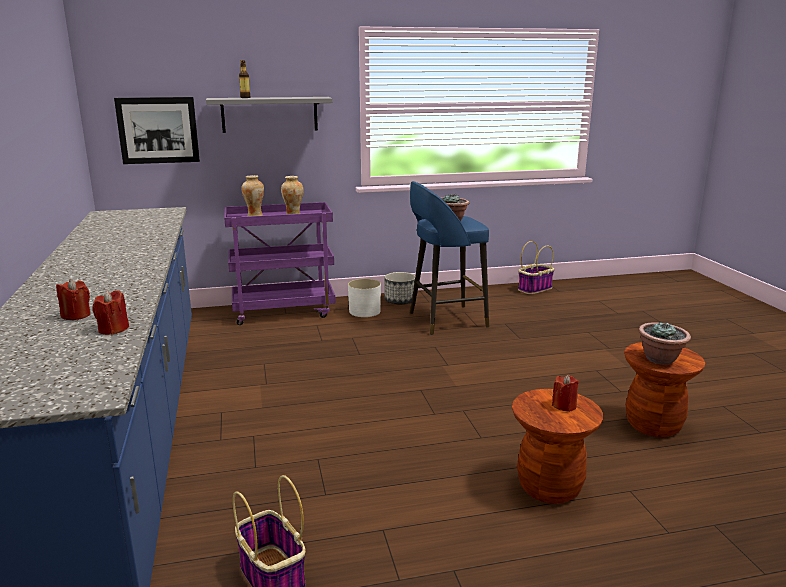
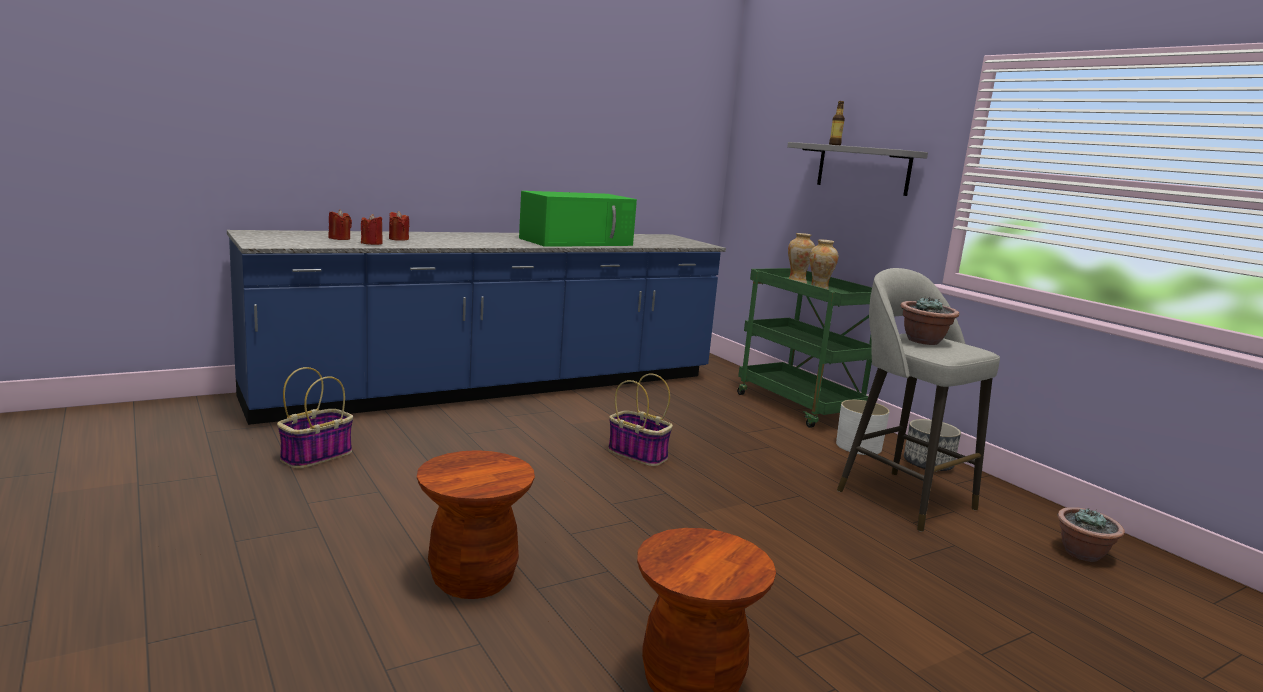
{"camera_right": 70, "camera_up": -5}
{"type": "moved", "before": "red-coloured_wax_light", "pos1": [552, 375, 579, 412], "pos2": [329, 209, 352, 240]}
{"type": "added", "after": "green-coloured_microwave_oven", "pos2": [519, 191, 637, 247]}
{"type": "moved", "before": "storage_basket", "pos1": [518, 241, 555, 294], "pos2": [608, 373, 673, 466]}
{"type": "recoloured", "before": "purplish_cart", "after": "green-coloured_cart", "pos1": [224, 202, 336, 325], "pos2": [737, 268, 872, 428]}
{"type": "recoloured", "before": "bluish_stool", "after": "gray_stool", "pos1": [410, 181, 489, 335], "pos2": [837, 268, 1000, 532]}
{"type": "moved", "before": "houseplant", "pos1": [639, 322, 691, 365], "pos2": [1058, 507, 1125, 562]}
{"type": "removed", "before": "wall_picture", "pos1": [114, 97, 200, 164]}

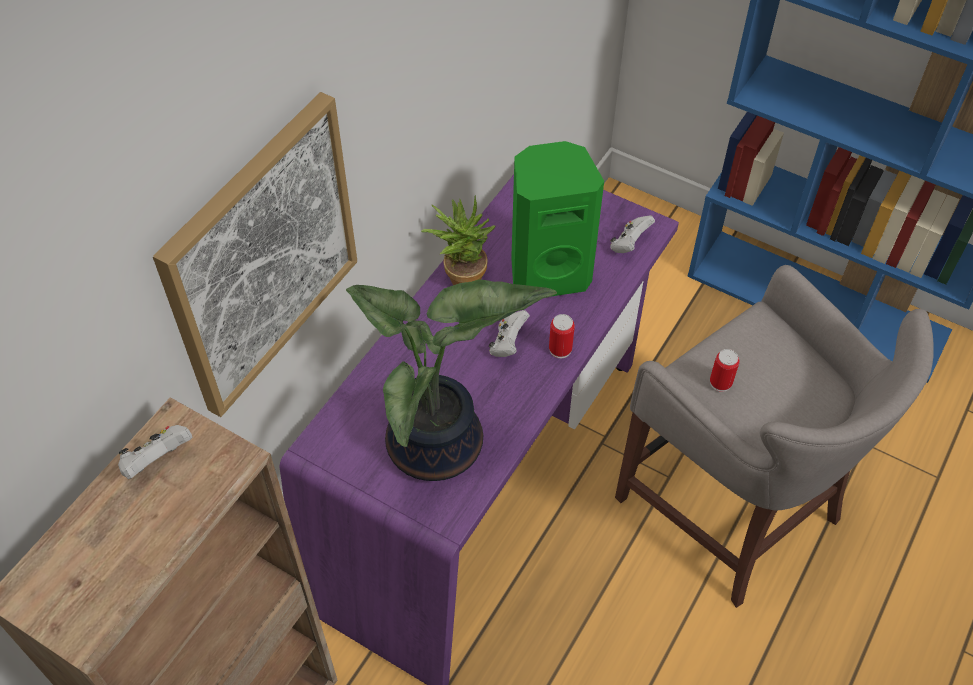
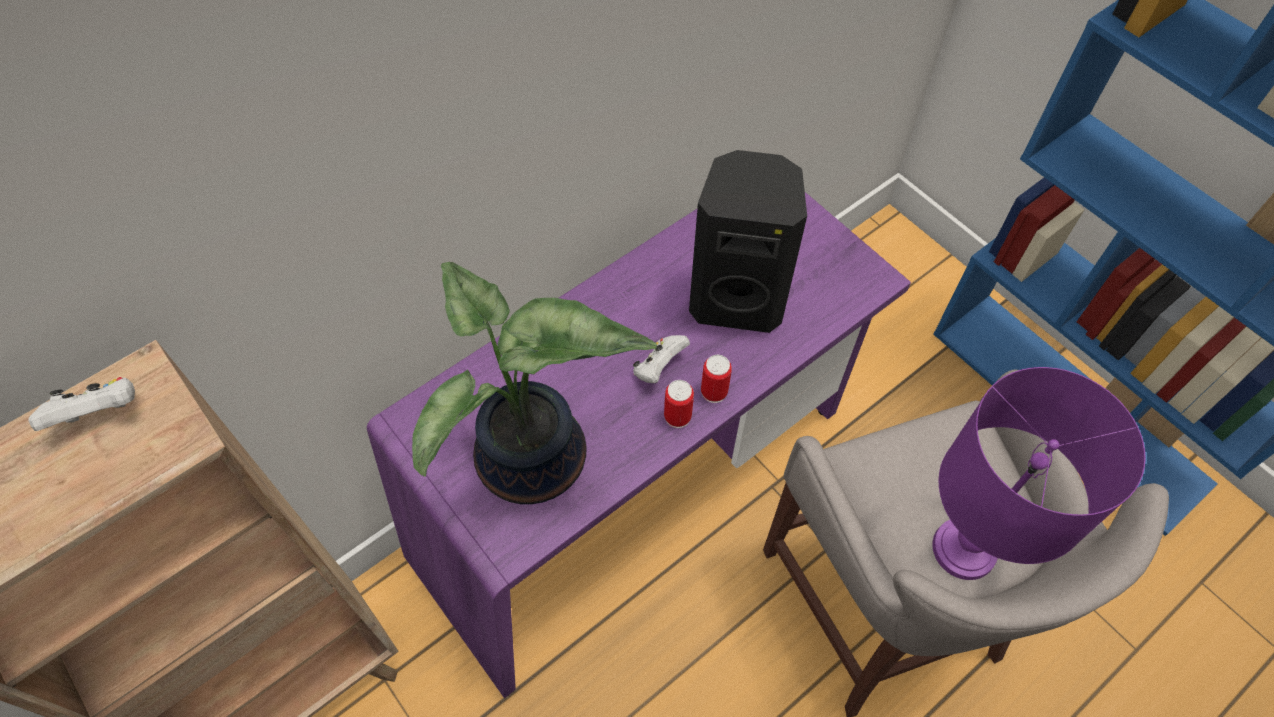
{"camera_right": 20, "camera_up": 5}
{"type": "moved", "before": "sealed_can", "pos1": [710, 349, 740, 392], "pos2": [664, 380, 694, 428]}
{"type": "recoloured", "before": "green-coloured_speaker", "after": "blackish_speaker", "pos1": [511, 141, 604, 296], "pos2": [689, 150, 807, 333]}
{"type": "added", "after": "purplish_lamp_for_a_table", "pos2": [932, 367, 1146, 580]}
{"type": "removed", "before": "wall_picture", "pos1": [153, 92, 357, 417]}
{"type": "removed", "before": "houseplant", "pos1": [421, 195, 496, 285]}
{"type": "removed", "before": "whitish_game_controller", "pos1": [610, 215, 655, 253]}

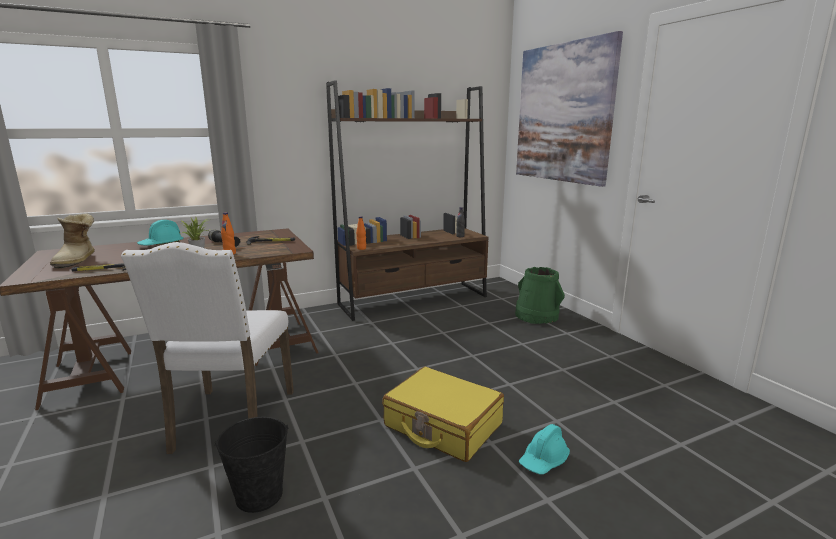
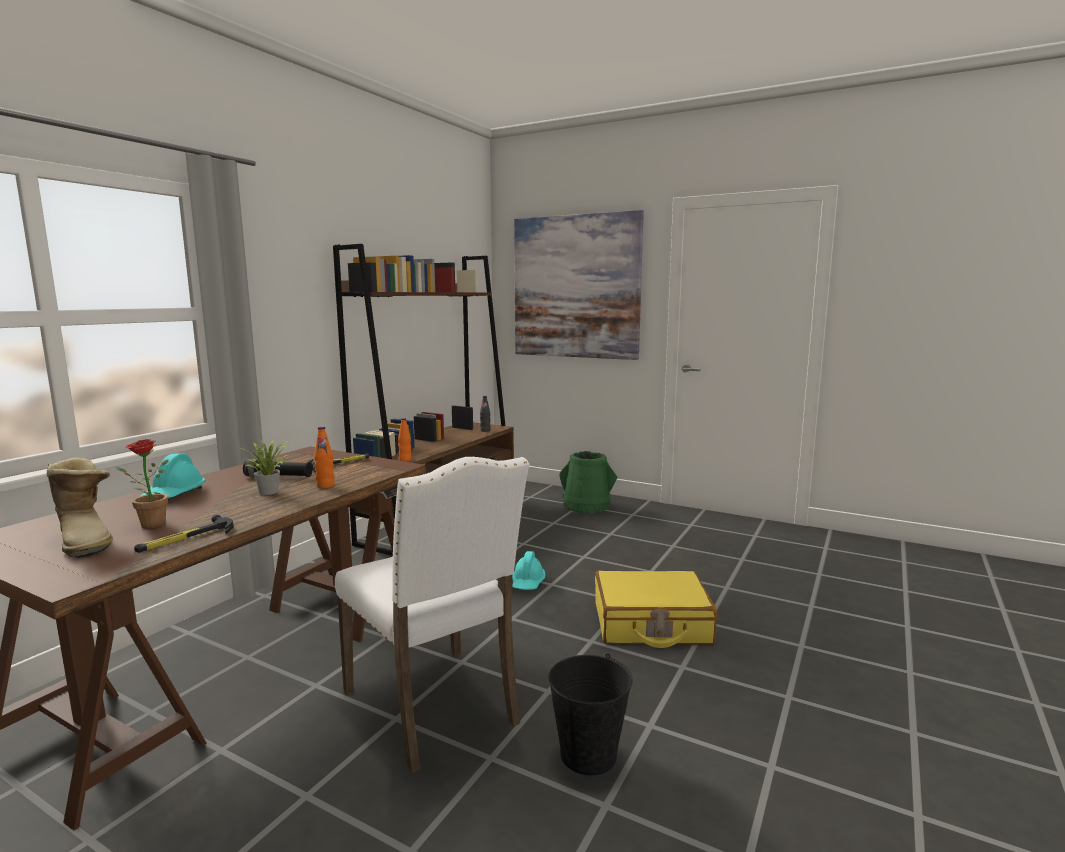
{"camera_right": -35, "camera_up": -5}
{"type": "added", "after": "houseplant", "pos2": [115, 439, 169, 528]}
{"type": "moved", "before": "turquoise-coloured_safety_helmet", "pos1": [519, 424, 570, 475], "pos2": [512, 551, 545, 590]}

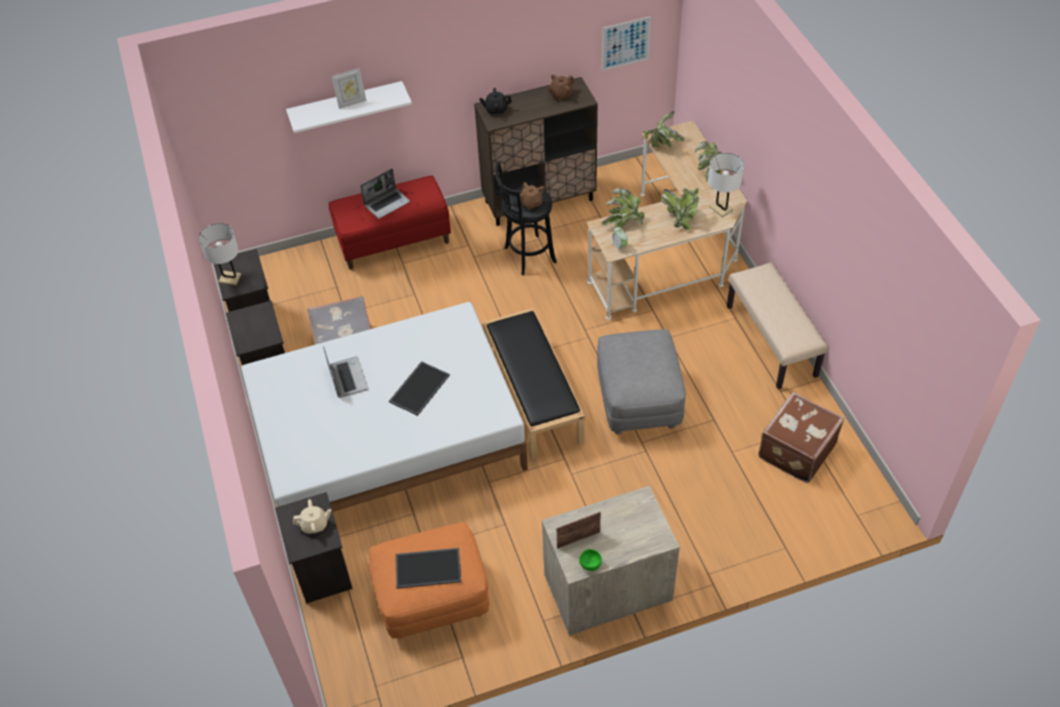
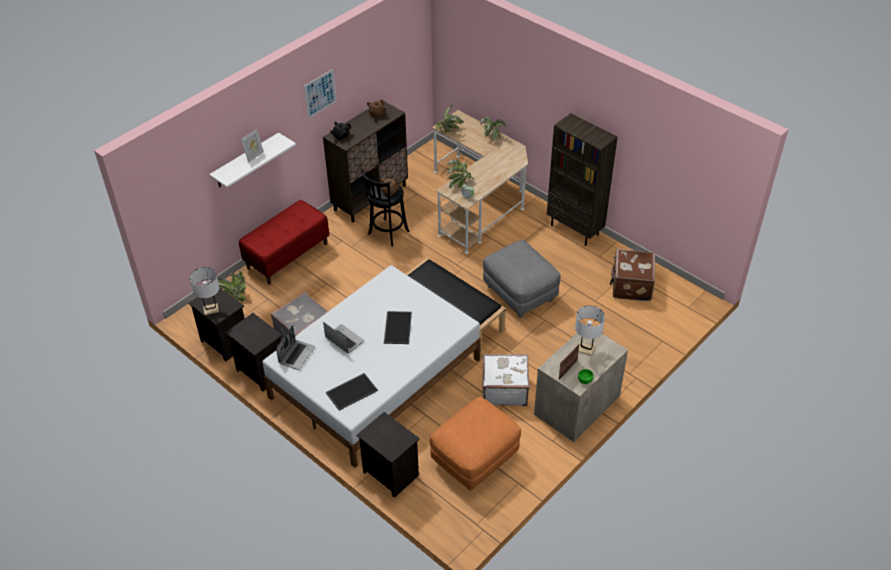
{"camera_right": -30, "camera_up": -5}
{"type": "moved", "before": "houseplant", "pos1": [661, 187, 699, 230], "pos2": [218, 271, 247, 301]}
{"type": "moved", "before": "notebook_computer", "pos1": [360, 169, 410, 219], "pos2": [276, 325, 315, 370]}
{"type": "moved", "before": "wall_picture", "pos1": [602, 16, 651, 71], "pos2": [304, 69, 337, 119]}
{"type": "moved", "before": "carrying_tray", "pos1": [395, 548, 461, 589], "pos2": [326, 373, 378, 410]}
{"type": "added", "after": "whitish_travel_case", "pos2": [483, 354, 530, 406]}
{"type": "replaced", "before": "sand-coloured_indoor_bench", "after": "brown-coloured_shelving_unit", "pos1": [727, 262, 828, 389], "pos2": [547, 113, 618, 246]}
{"type": "moved", "before": "whitish_lamp_for_a_table", "pos1": [708, 153, 744, 217], "pos2": [575, 306, 605, 356]}
{"type": "removed", "before": "sand-coloured_tea_pot", "pos1": [293, 499, 331, 534]}

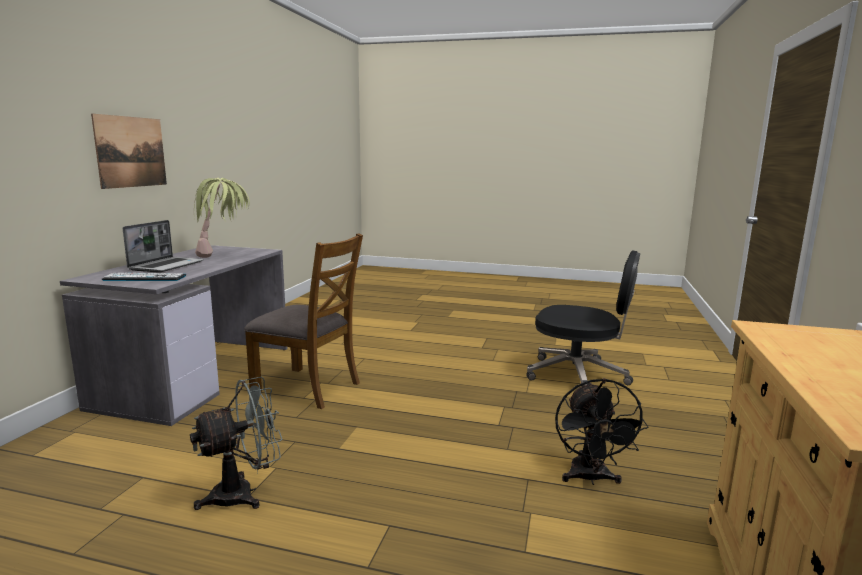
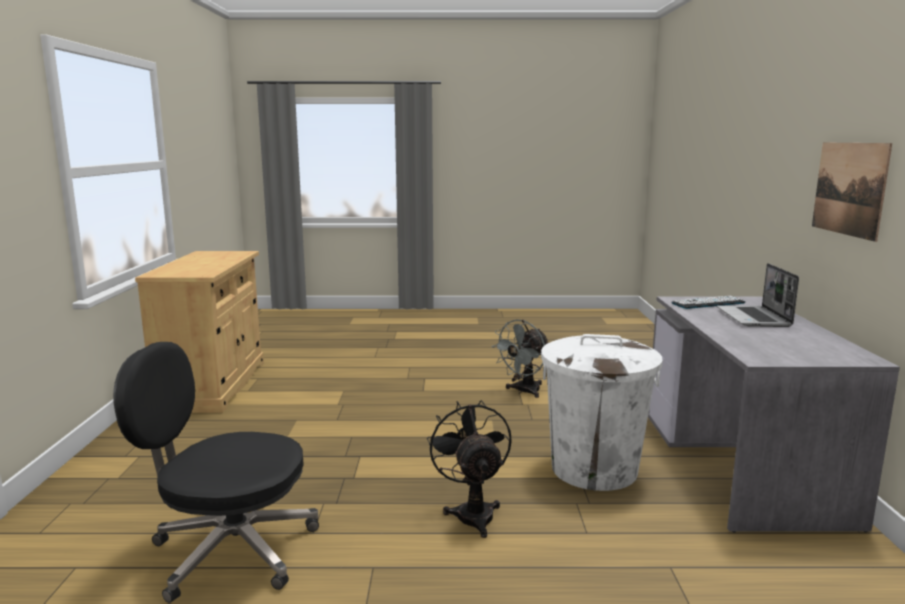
{"camera_right": 165, "camera_up": 0}
{"type": "moved", "before": "blackish_cooling_fan", "pos1": [555, 378, 648, 485], "pos2": [427, 400, 512, 538]}
{"type": "replaced", "before": "brown-coloured_upright_chair", "after": "whitish_rubbish_bin", "pos1": [244, 233, 363, 409], "pos2": [541, 334, 663, 491]}
{"type": "removed", "before": "houseplant", "pos1": [194, 178, 250, 258]}

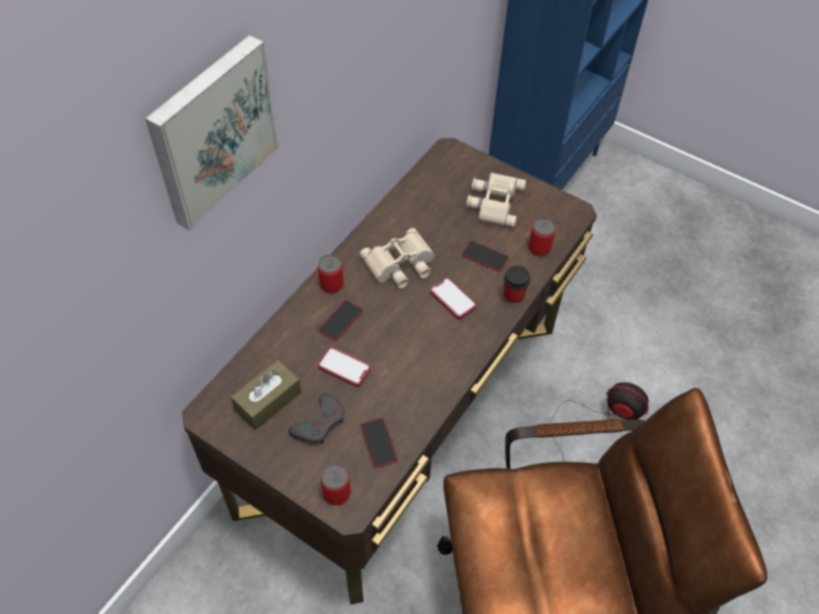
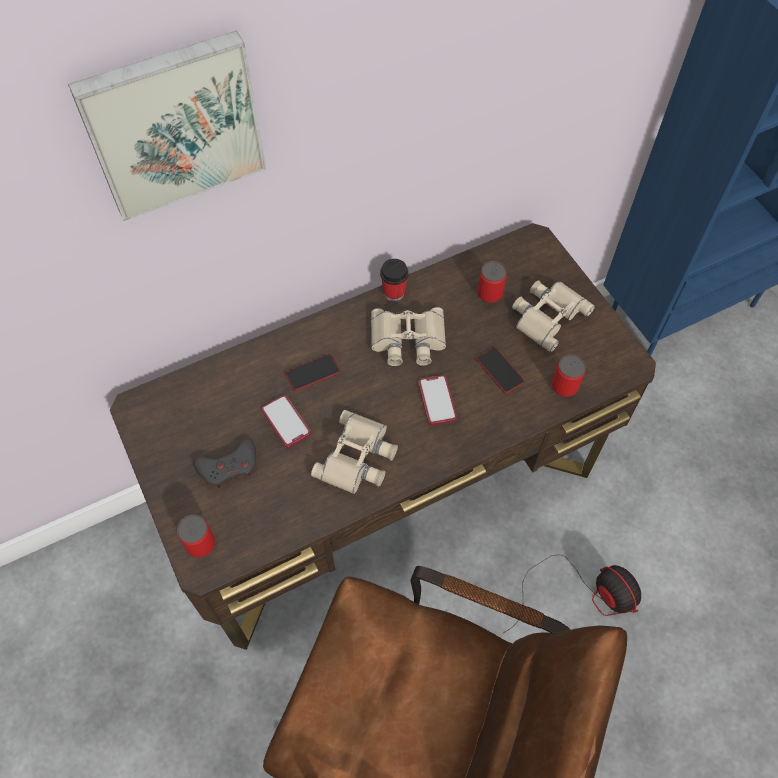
{"camera_right": 30, "camera_up": 5}
{"type": "added", "after": "sand-coloured_pair_of_binoculars", "pos2": [311, 410, 398, 494]}
{"type": "moved", "before": "drinking_cup", "pos1": [504, 266, 531, 305], "pos2": [380, 259, 409, 301]}
{"type": "moved", "before": "sealed_can", "pos1": [318, 255, 344, 294], "pos2": [478, 261, 507, 303]}
{"type": "removed", "before": "brown-coloured_tissue_holder", "pos1": [231, 360, 301, 430]}
{"type": "removed", "before": "telephone", "pos1": [360, 418, 398, 468]}

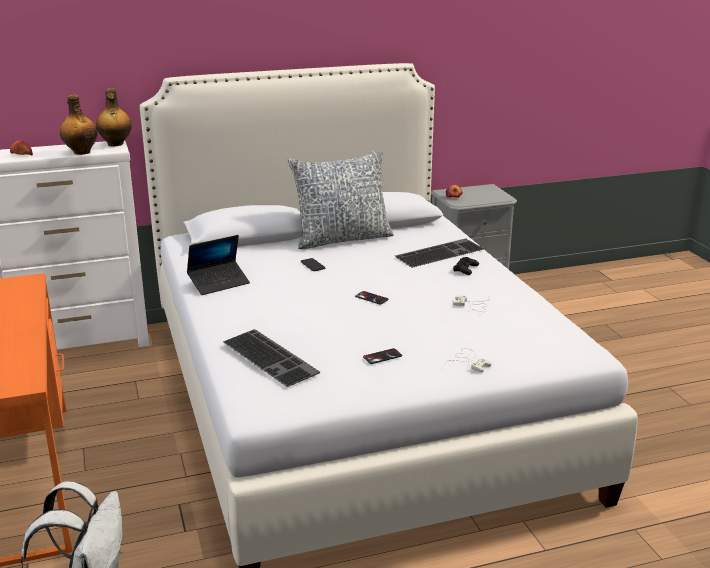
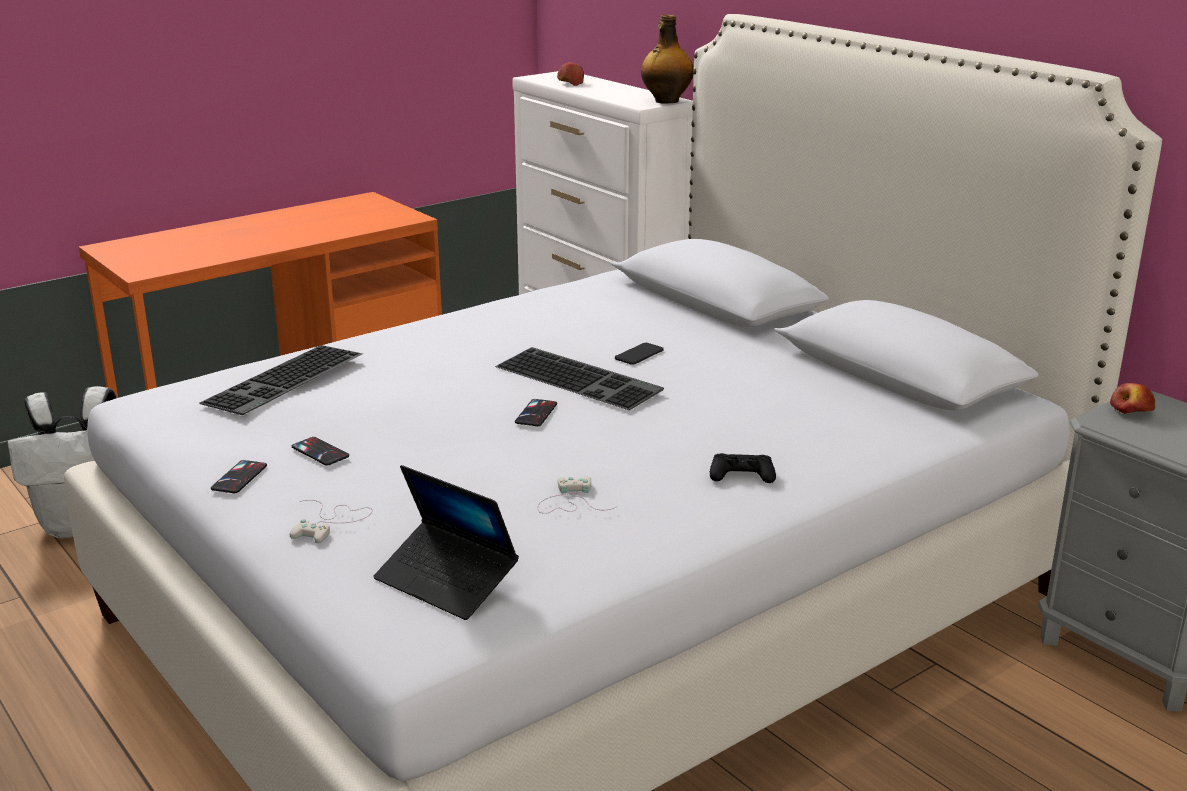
{"camera_right": 70, "camera_up": 0}
{"type": "added", "after": "telephone", "pos2": [211, 460, 267, 493]}
{"type": "moved", "before": "notebook_computer", "pos1": [187, 235, 250, 295], "pos2": [373, 465, 519, 620]}
{"type": "moved", "before": "PC_keyboard", "pos1": [395, 238, 484, 268], "pos2": [495, 347, 664, 410]}
{"type": "removed", "before": "bottle", "pos1": [60, 95, 98, 155]}
{"type": "removed", "before": "throw_pillow", "pos1": [288, 149, 394, 249]}

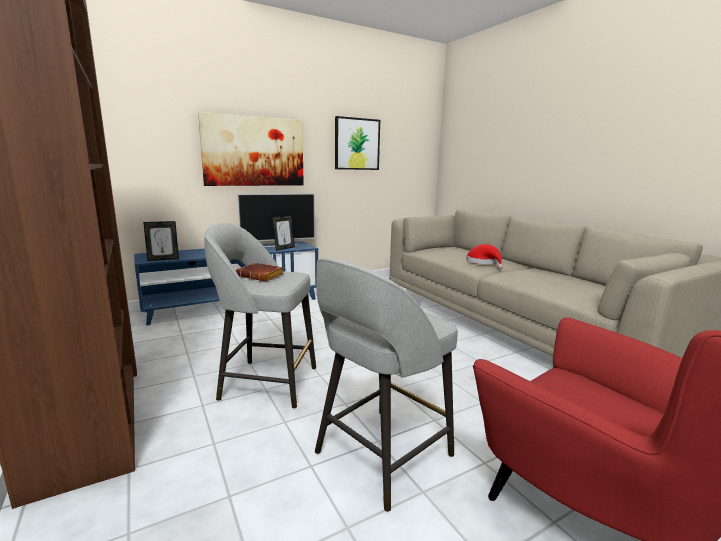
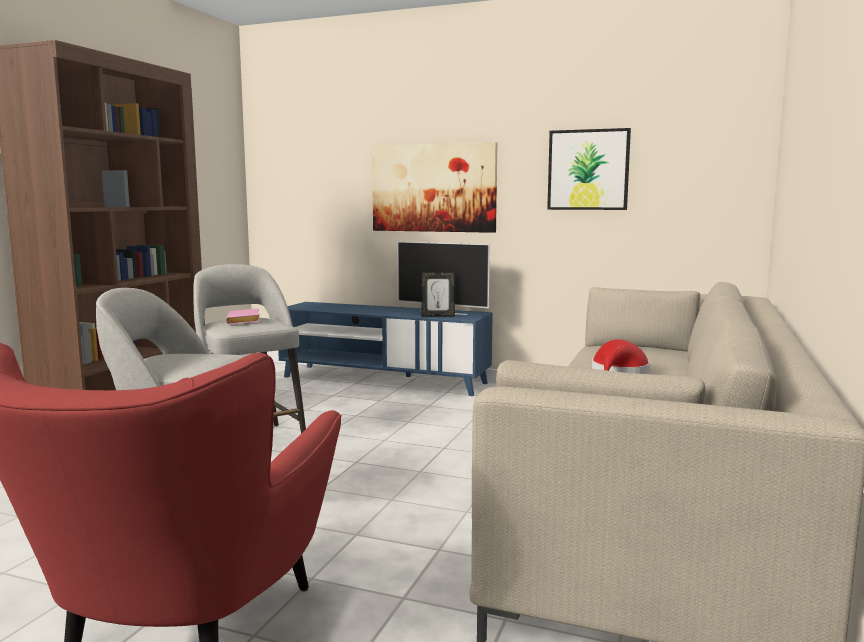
{"camera_right": 50, "camera_up": -5}
{"type": "recoloured", "before": "brown-coloured_bound_book", "after": "pinkish_bound_book", "pos1": [236, 263, 284, 281], "pos2": [226, 308, 260, 324]}
{"type": "removed", "before": "photo_frame", "pos1": [143, 221, 179, 261]}

